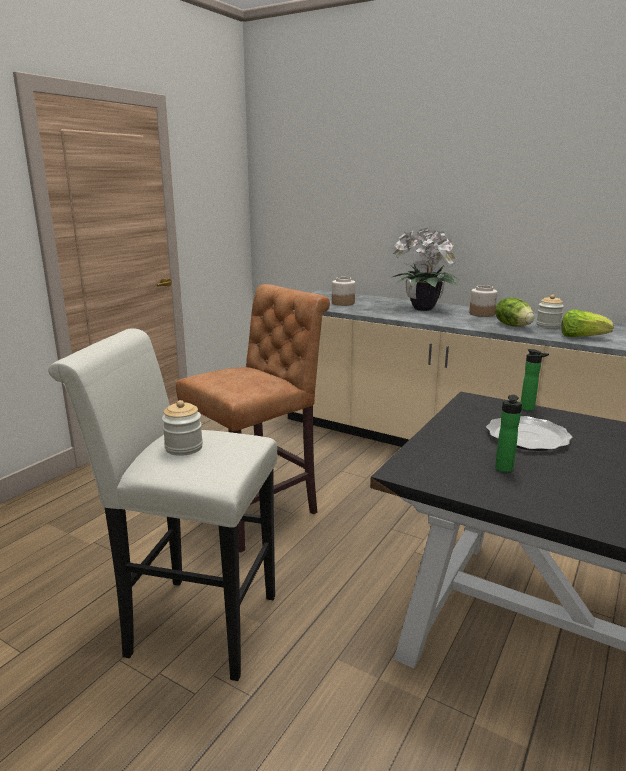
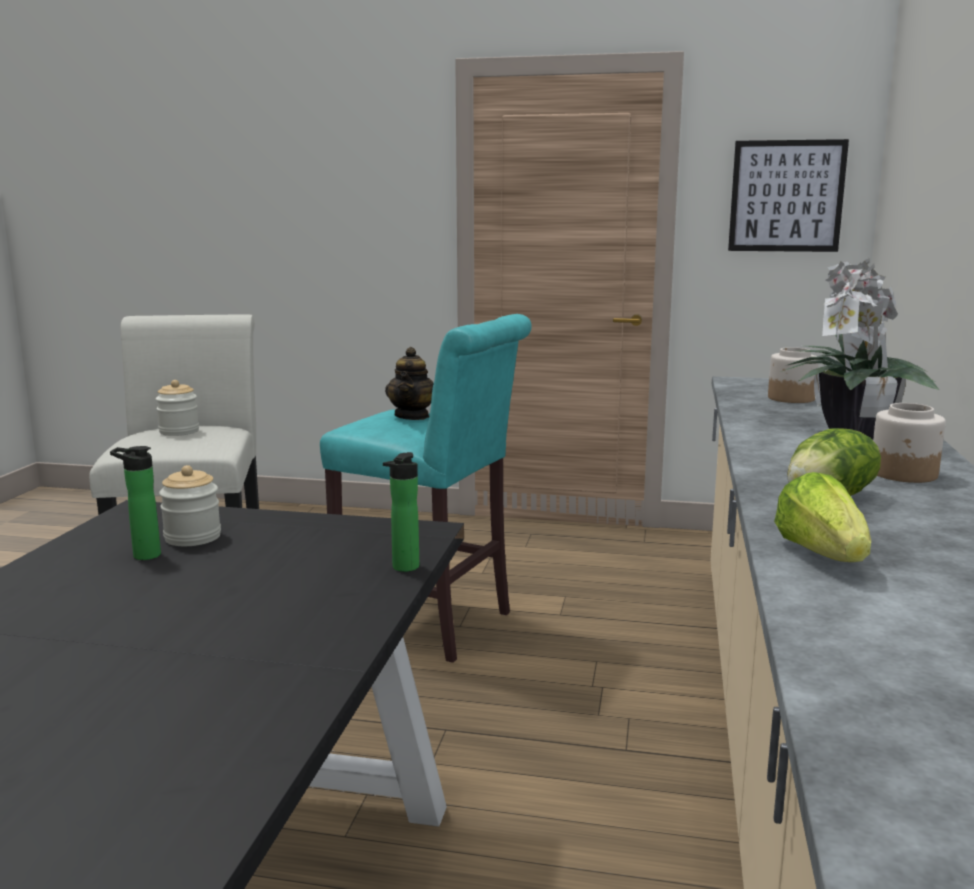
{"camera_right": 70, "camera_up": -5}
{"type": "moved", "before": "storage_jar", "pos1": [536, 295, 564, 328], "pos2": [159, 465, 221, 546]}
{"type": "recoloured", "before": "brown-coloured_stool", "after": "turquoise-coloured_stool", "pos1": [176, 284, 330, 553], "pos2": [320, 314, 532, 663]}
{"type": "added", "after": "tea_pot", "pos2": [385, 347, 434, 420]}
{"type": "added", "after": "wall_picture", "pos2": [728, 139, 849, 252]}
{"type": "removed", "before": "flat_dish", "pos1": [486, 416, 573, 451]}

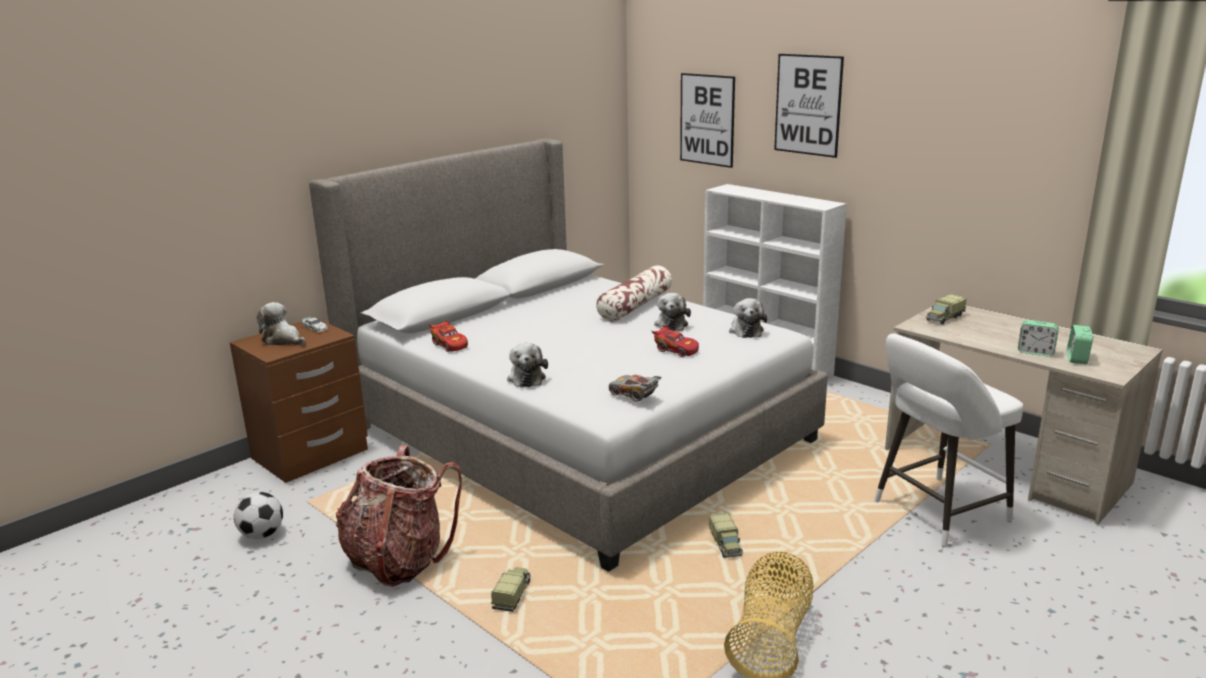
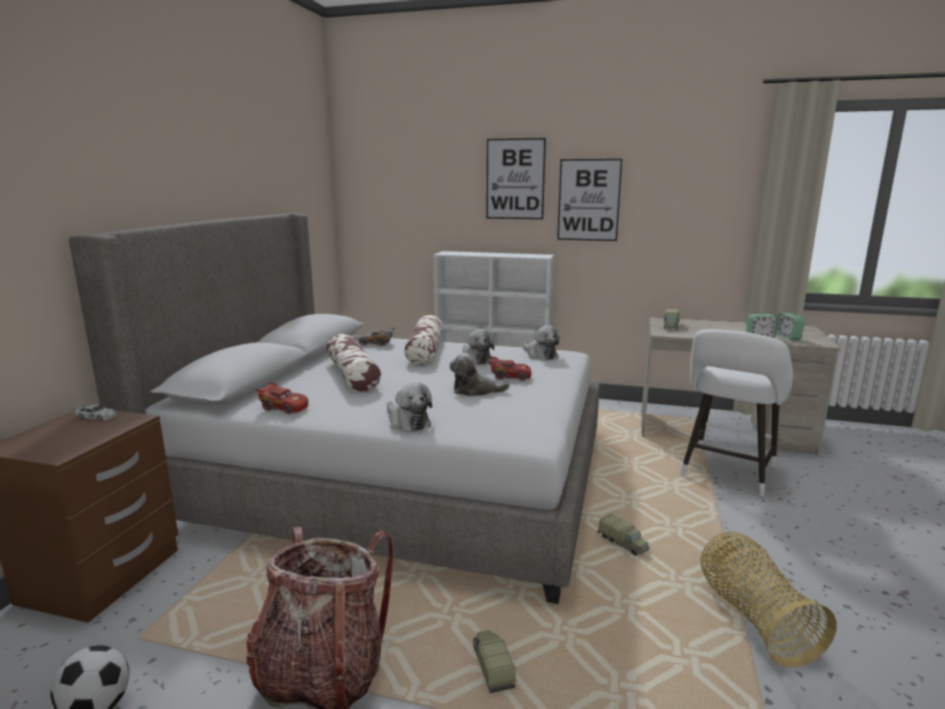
{"camera_right": -30, "camera_up": -5}
{"type": "added", "after": "throw_pillow", "pos2": [327, 334, 381, 392]}
{"type": "moved", "before": "gray_toy_car", "pos1": [609, 375, 661, 402], "pos2": [359, 328, 395, 346]}
{"type": "moved", "before": "cuddly_toy", "pos1": [257, 302, 306, 345], "pos2": [450, 353, 510, 396]}
{"type": "moved", "before": "wall_picture", "pos1": [680, 73, 735, 168], "pos2": [557, 159, 622, 241]}

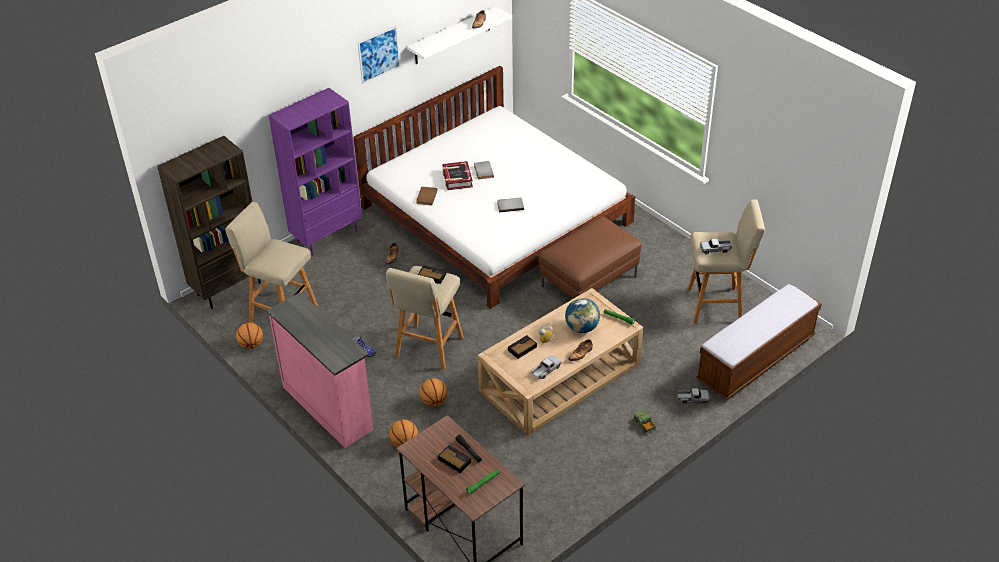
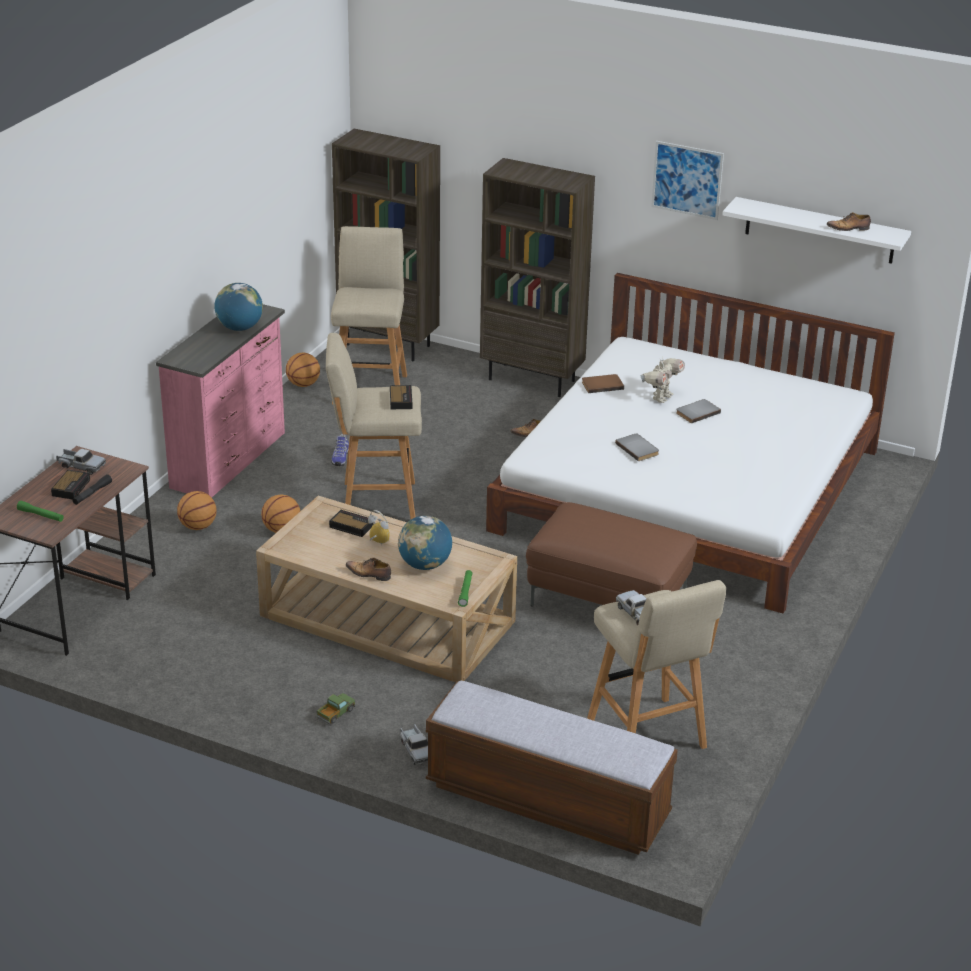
{"camera_right": 65, "camera_up": -10}
{"type": "moved", "before": "toy_lorry", "pos1": [532, 355, 562, 379], "pos2": [56, 449, 106, 475]}
{"type": "added", "after": "desk_globe", "pos2": [214, 283, 263, 331]}
{"type": "recoloured", "before": "purplish_shelving_unit", "after": "brown-coloured_shelving_unit", "pos1": [269, 88, 362, 256], "pos2": [480, 158, 595, 397]}
{"type": "replaced", "before": "bound_book", "after": "model_robot", "pos1": [443, 161, 473, 190], "pos2": [640, 358, 685, 403]}

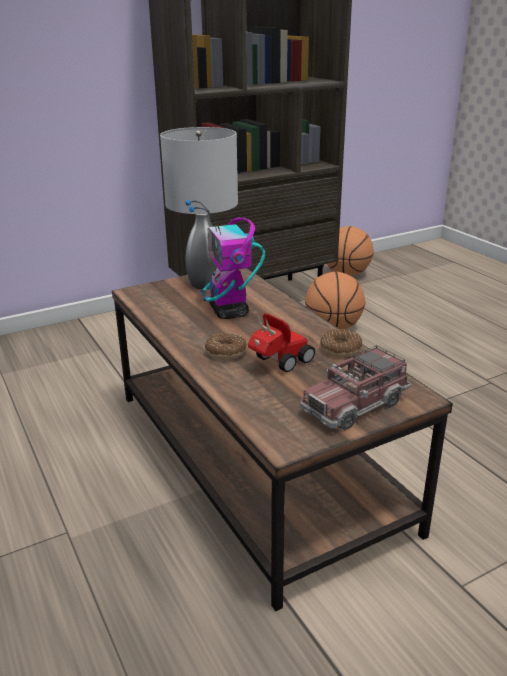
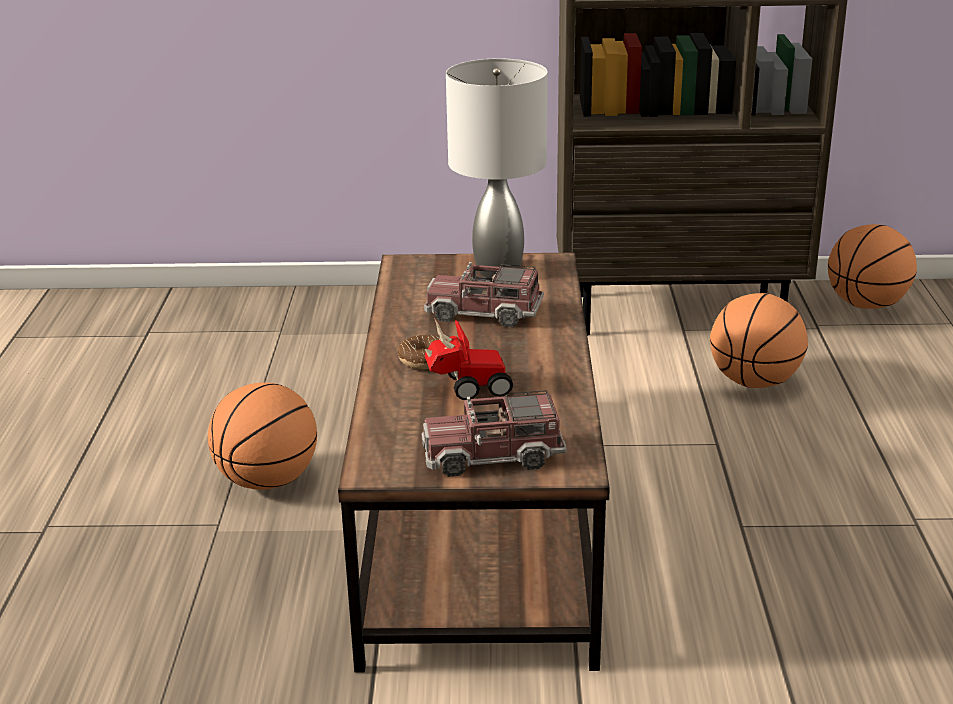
{"camera_right": 30, "camera_up": 0}
{"type": "added", "after": "basketball_ball", "pos2": [208, 382, 317, 490]}
{"type": "replaced", "before": "model_robot", "after": "toy_lorry", "pos1": [185, 200, 265, 319], "pos2": [424, 262, 544, 327]}
{"type": "removed", "before": "donut", "pos1": [320, 329, 362, 357]}

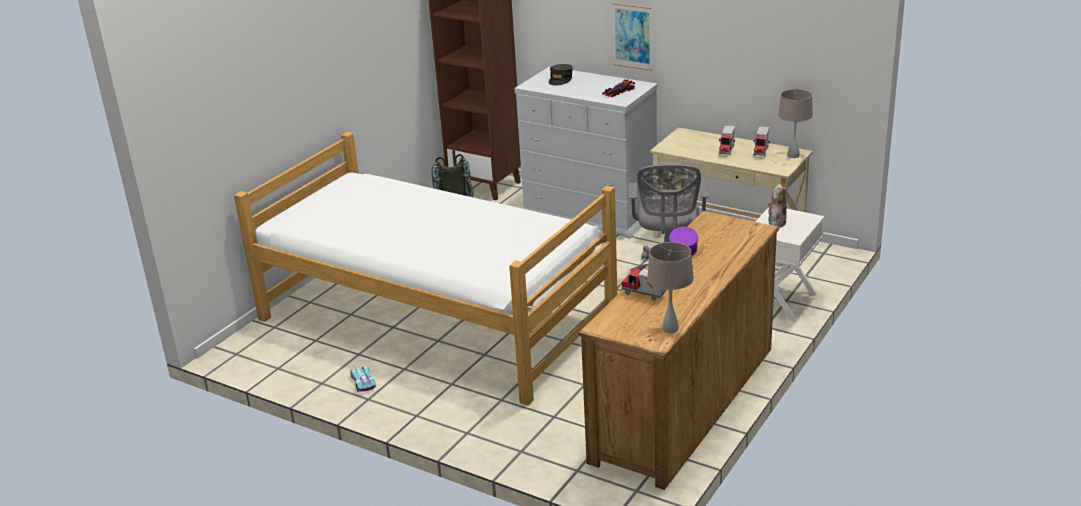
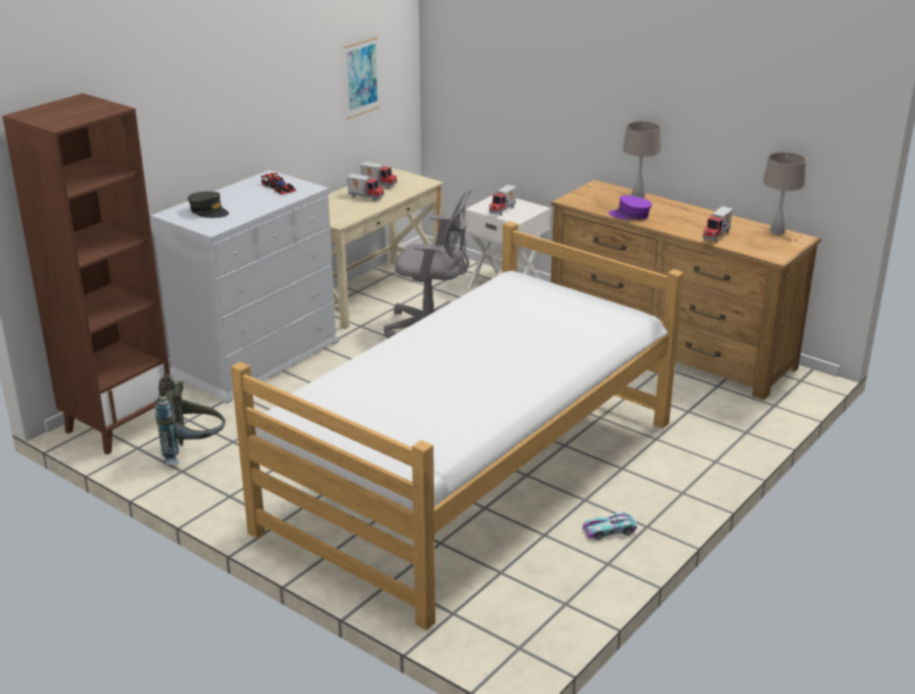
{"camera_right": -85, "camera_up": 0}
{"type": "moved", "before": "wall_picture", "pos1": [612, 3, 652, 71], "pos2": [344, 37, 380, 119]}
{"type": "replaced", "before": "cuddly_toy", "after": "toy_lorry", "pos1": [768, 184, 787, 228], "pos2": [489, 185, 517, 216]}
{"type": "moved", "before": "sand-coloured_lamp_for_a_table", "pos1": [778, 89, 813, 158], "pos2": [623, 121, 661, 198]}

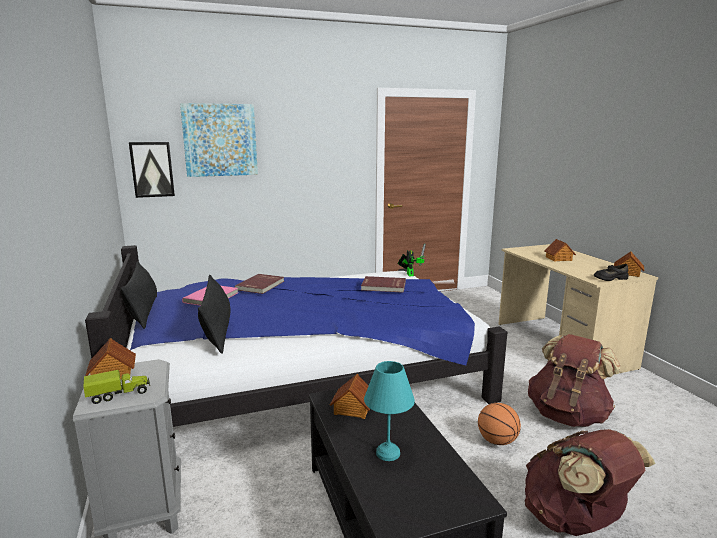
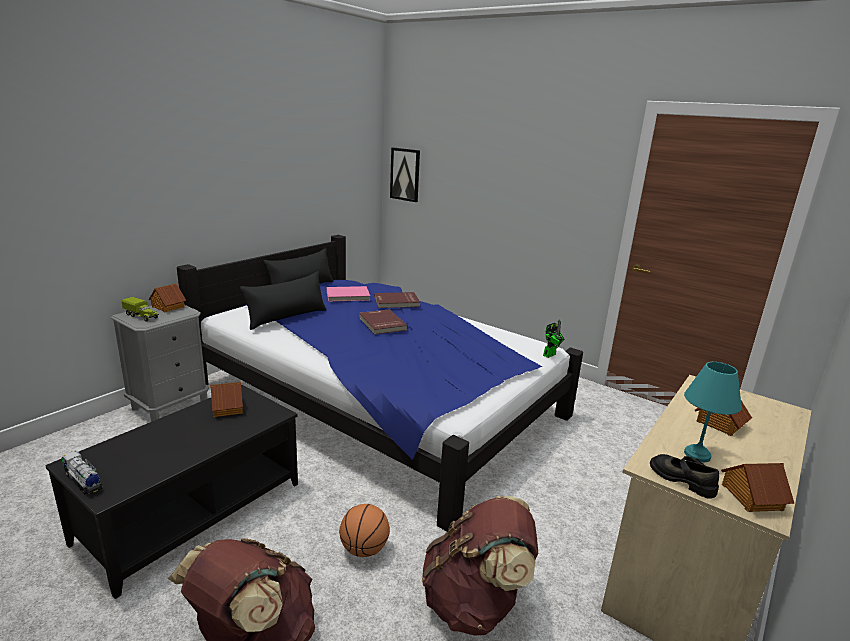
{"camera_right": 55, "camera_up": 5}
{"type": "added", "after": "toy_lorry", "pos2": [61, 451, 103, 495]}
{"type": "moved", "before": "red-coloured_bound_book", "pos1": [361, 276, 406, 293], "pos2": [359, 309, 408, 335]}
{"type": "moved", "before": "turquoise-coloured_lamp_for_a_table", "pos1": [364, 361, 415, 461], "pos2": [684, 362, 742, 462]}
{"type": "removed", "before": "wall_picture", "pos1": [180, 103, 258, 177]}

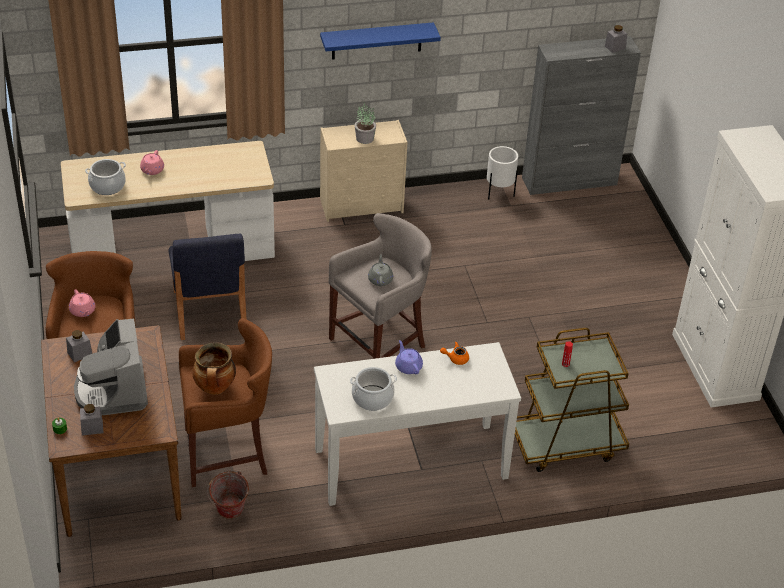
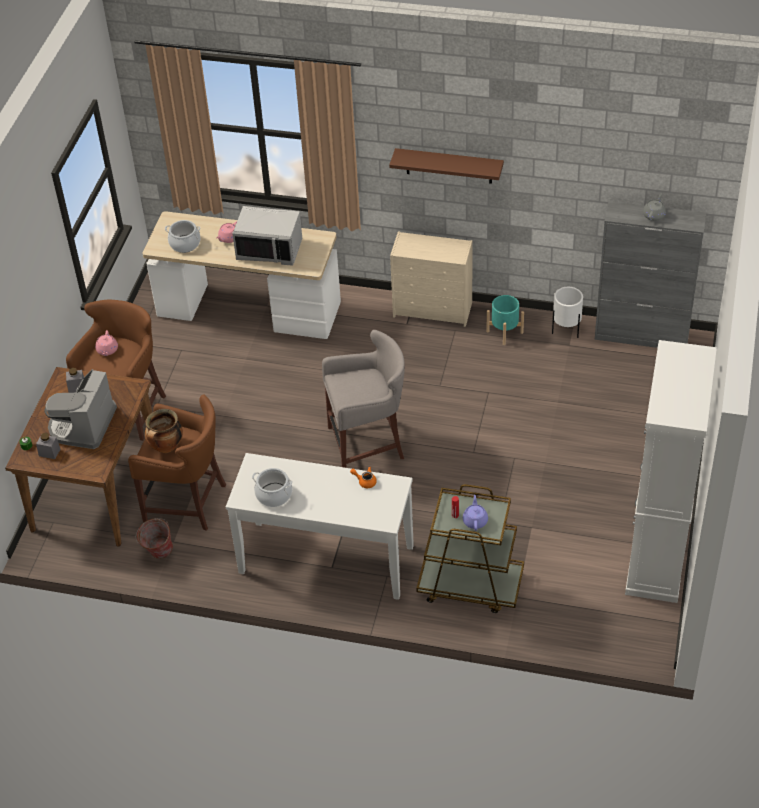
{"camera_right": 30, "camera_up": 5}
{"type": "added", "after": "gray_microwave_oven", "pos2": [232, 206, 302, 266]}
{"type": "recoloured", "before": "bluish_bracket_shelf", "after": "brown-coloured_bracket_shelf", "pos1": [320, 22, 441, 60], "pos2": [389, 148, 504, 184]}
{"type": "moved", "before": "purplish_tea_pot", "pos1": [395, 340, 423, 374], "pos2": [463, 495, 488, 531]}
{"type": "added", "after": "turquoise-coloured_plant_pot", "pos2": [486, 295, 524, 345]}
{"type": "moved", "before": "gray_tea_pot", "pos1": [368, 254, 393, 286], "pos2": [643, 193, 666, 221]}
{"type": "removed", "before": "bluish_upright_chair", "pos1": [169, 234, 246, 340]}
{"type": "removed", "before": "houseplant", "pos1": [355, 103, 376, 144]}
{"type": "removed", "before": "gray_storage_jar", "pos1": [605, 25, 627, 53]}

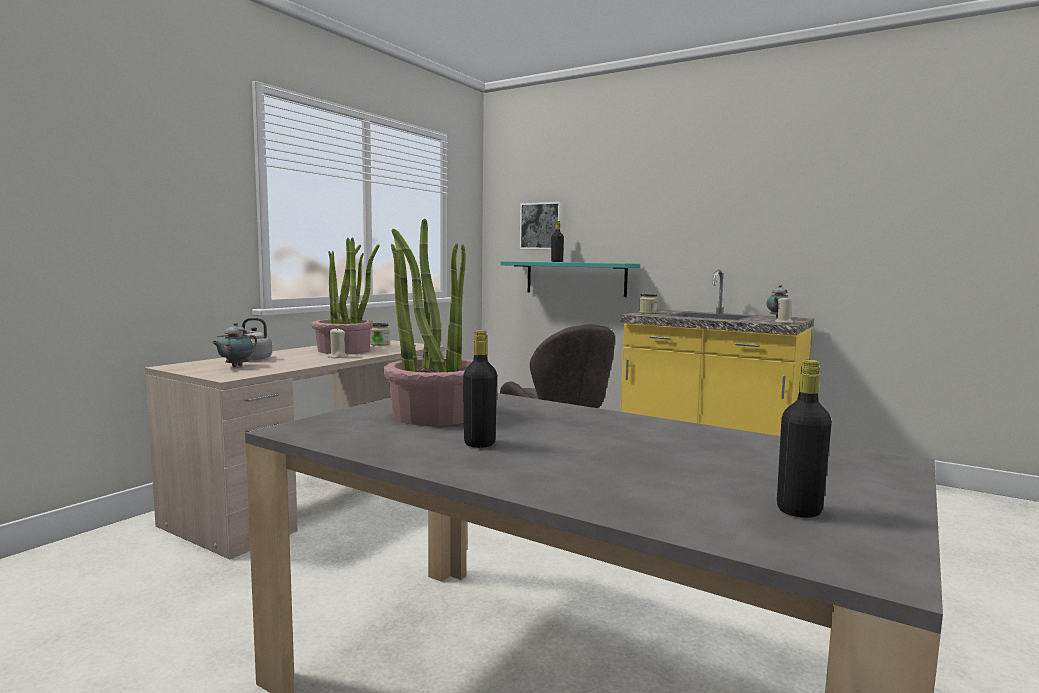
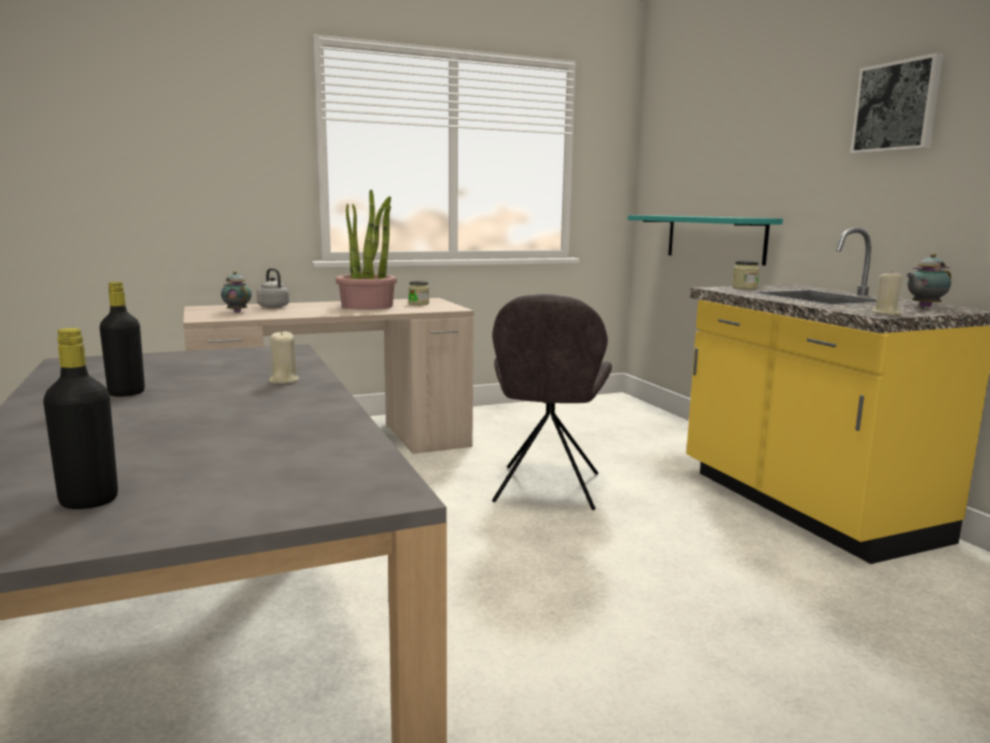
{"camera_right": 35, "camera_up": 5}
{"type": "turned", "before": "tea_pot", "pos1": [212, 322, 257, 367], "pos2": [221, 271, 252, 312], "turn": 75}
{"type": "moved", "before": "sand-coloured_wax_light", "pos1": [328, 328, 347, 358], "pos2": [269, 330, 299, 384]}
{"type": "moved", "before": "wall_picture", "pos1": [519, 202, 562, 249], "pos2": [850, 53, 943, 154]}
{"type": "removed", "before": "houseplant", "pos1": [384, 218, 473, 426]}
{"type": "removed", "before": "blackish_bottle", "pos1": [551, 221, 564, 262]}

